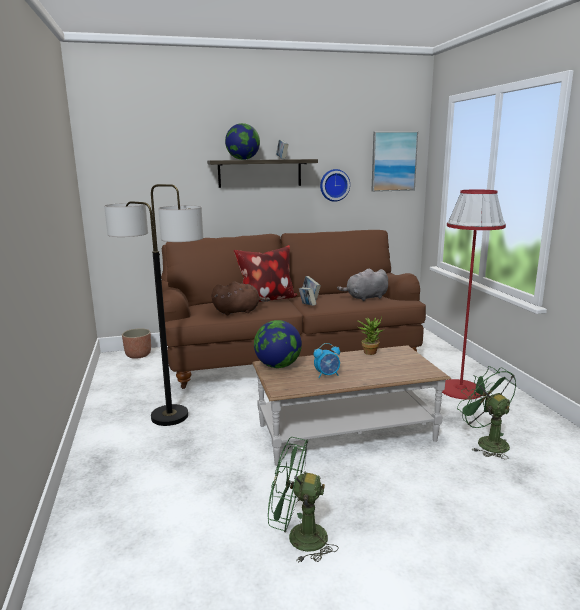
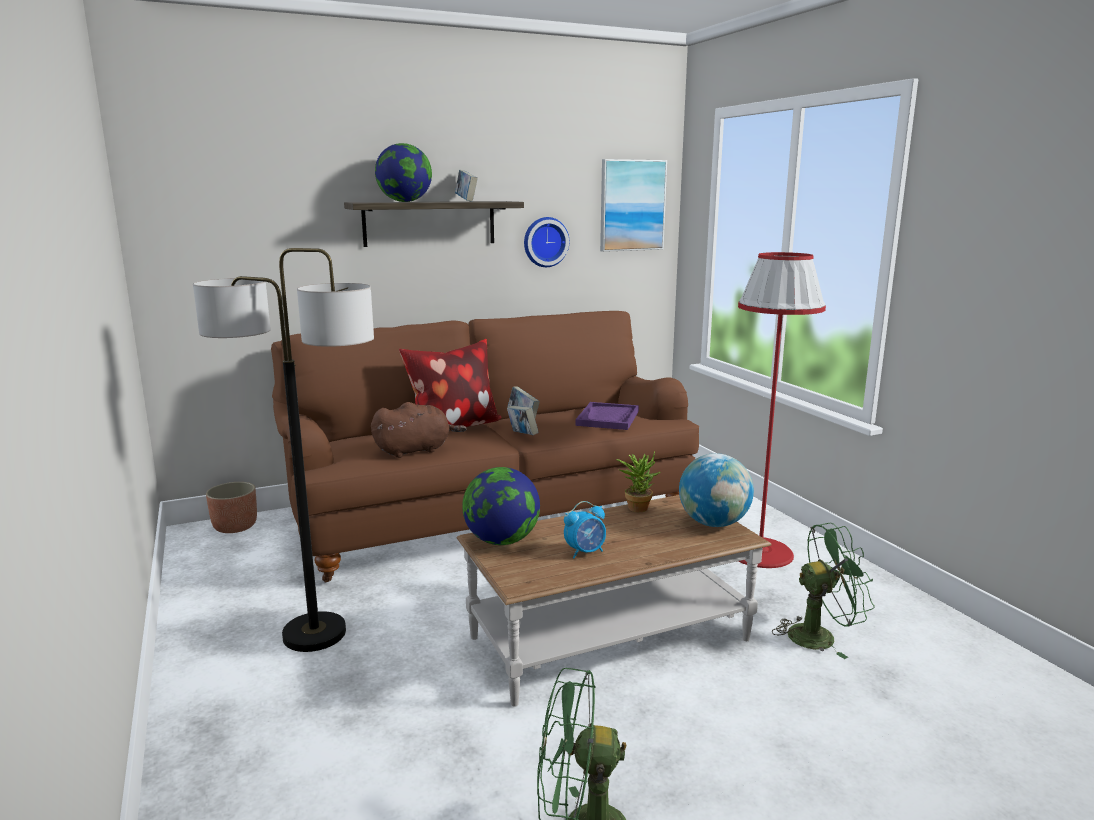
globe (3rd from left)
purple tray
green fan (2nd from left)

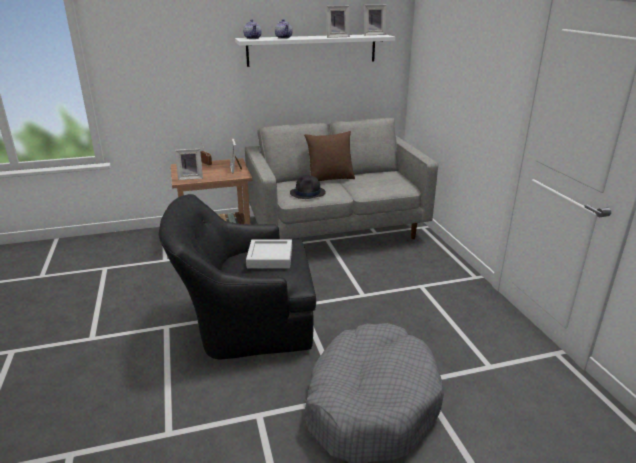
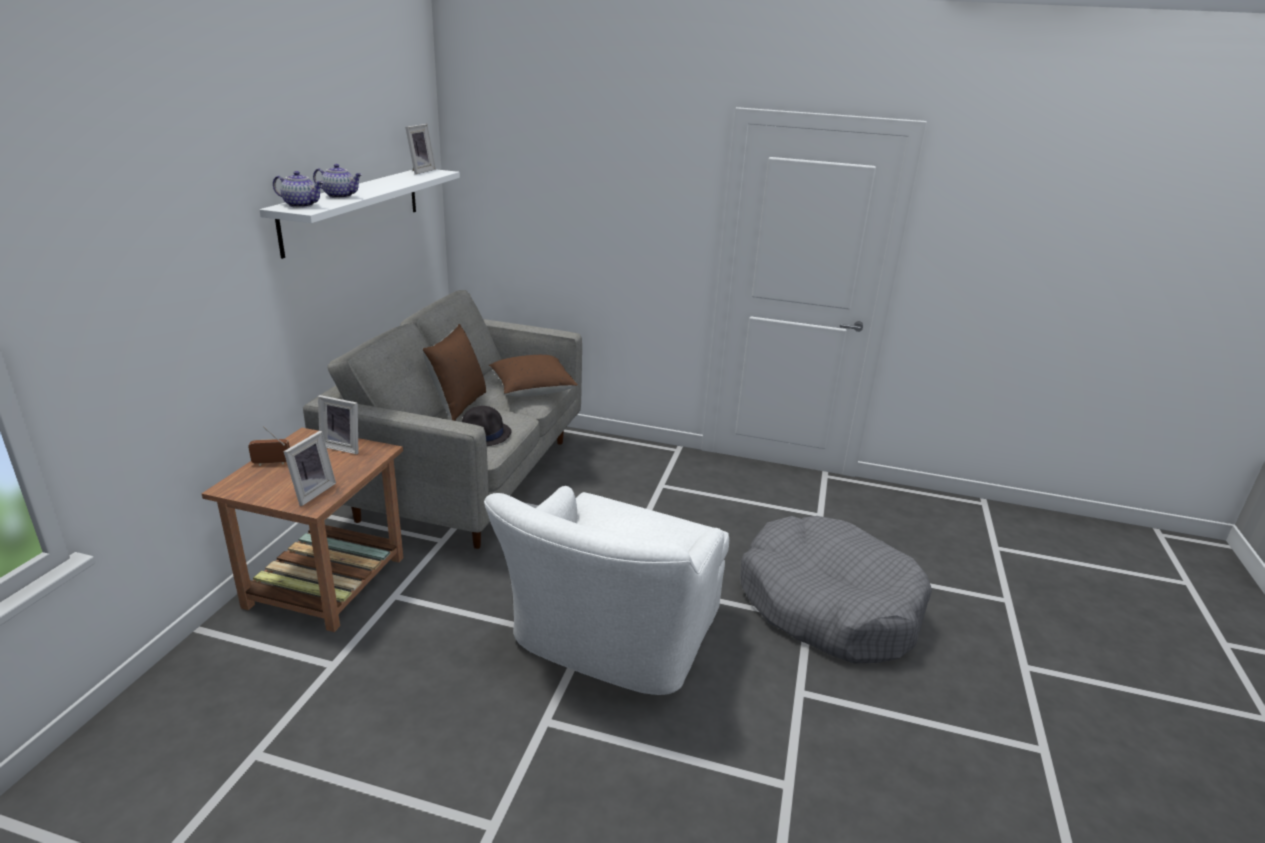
grey tray
picture frame (3rd from left in the first image)
brown pillow (2nd from left)
white armchair

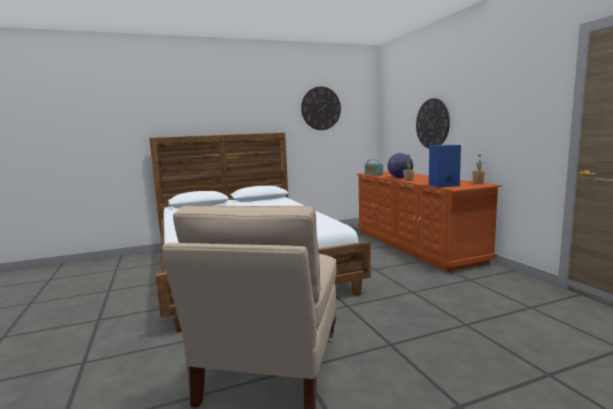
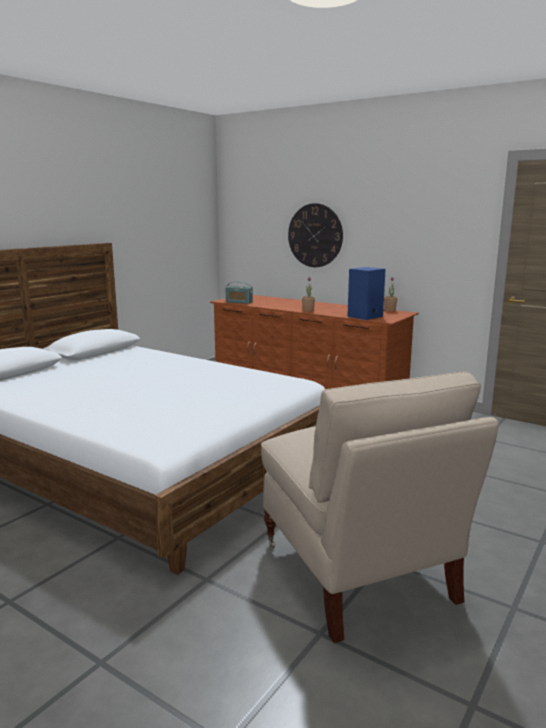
wall clock (1st from left in the first image)
globe

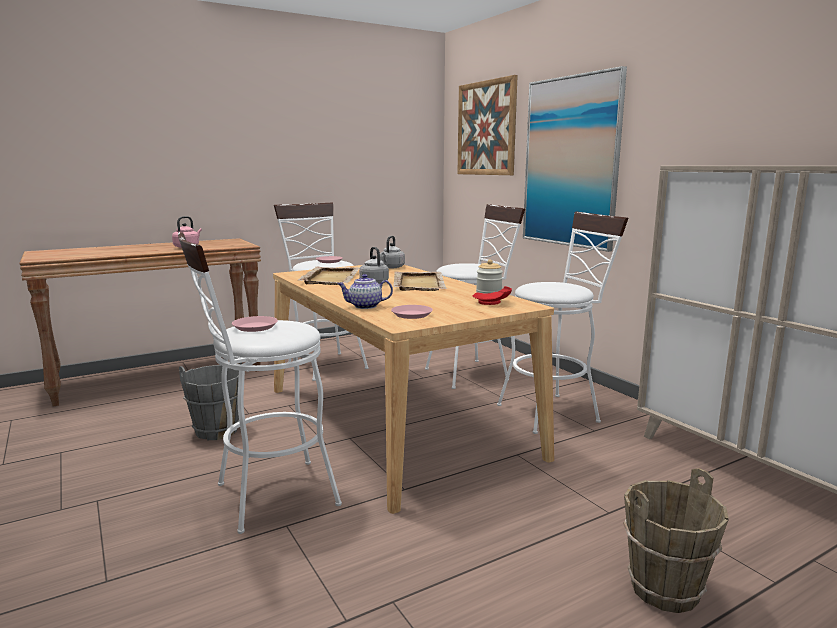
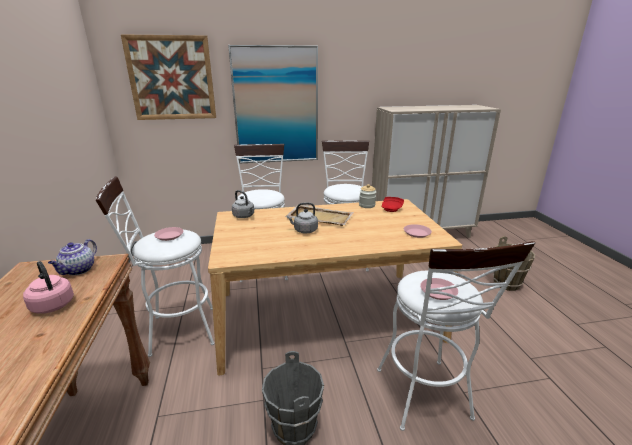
beige tray (1st from left in the first image)
teapot

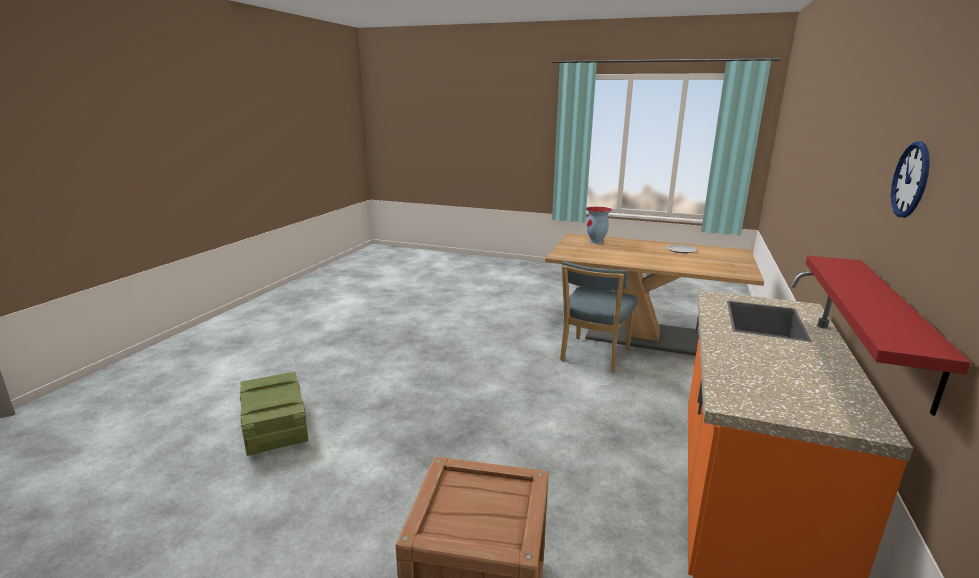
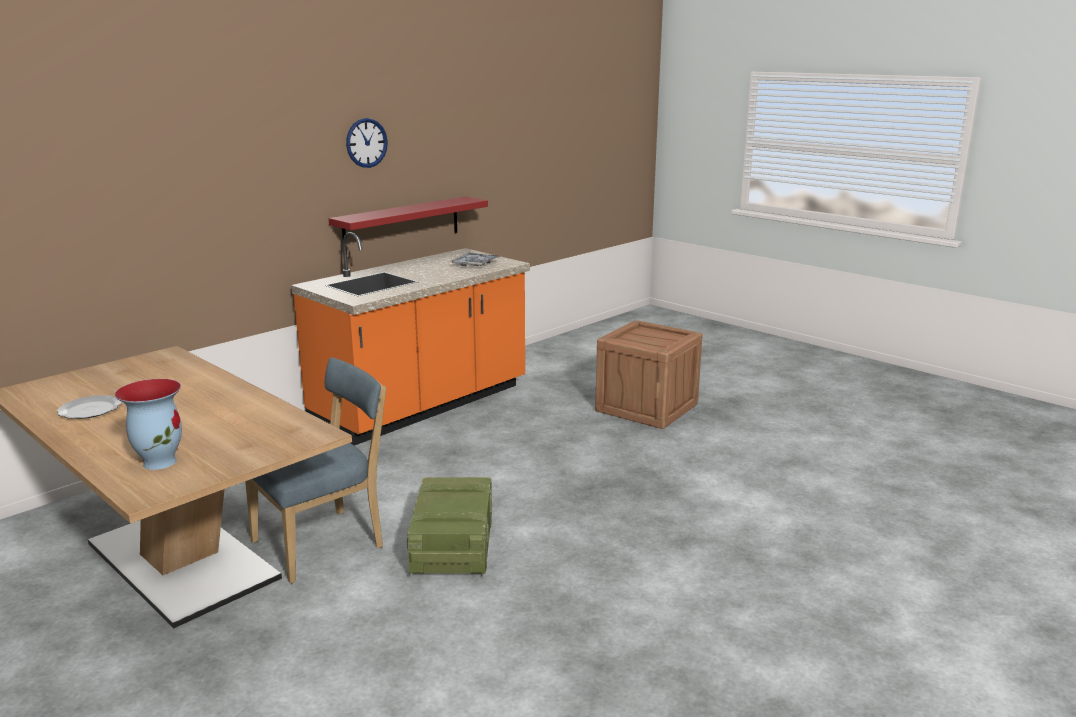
tray
crate (1st from left)

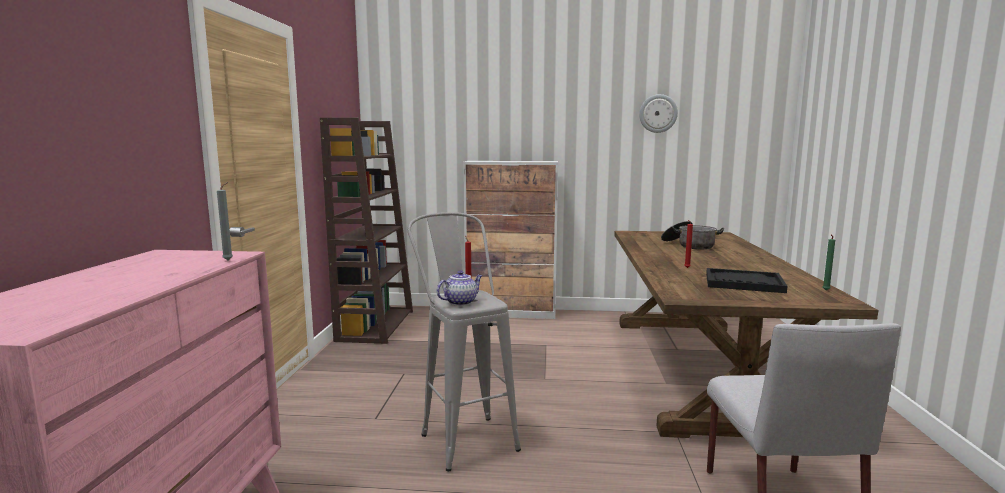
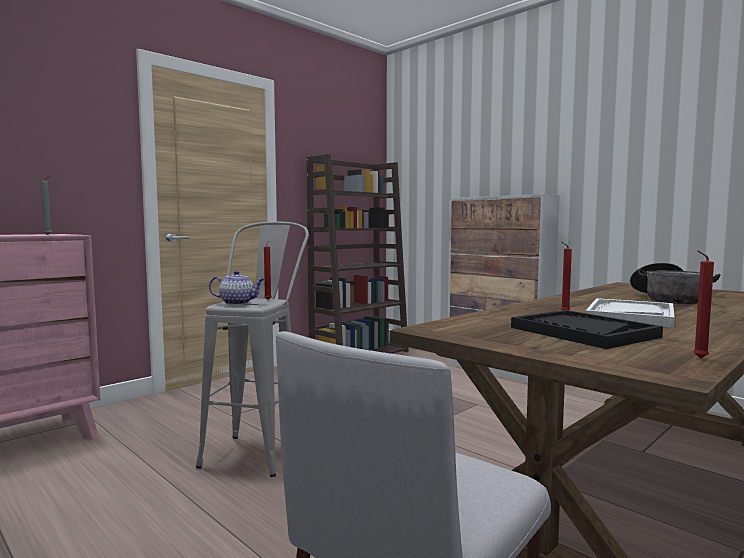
wall clock
white tray
red candle (3rd from left)

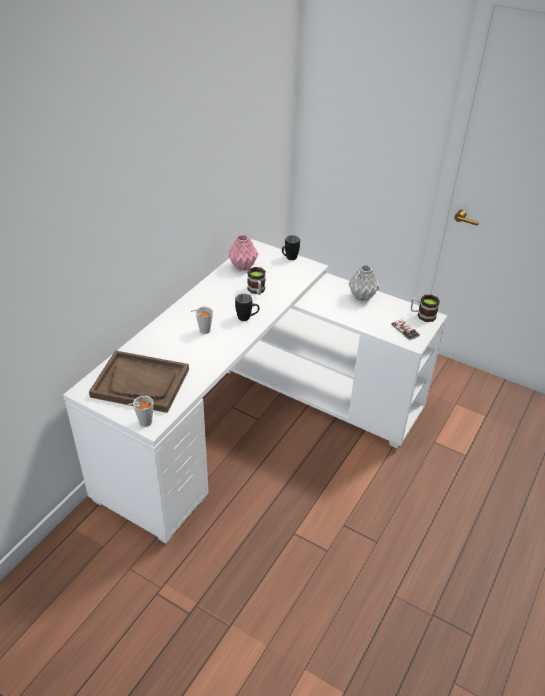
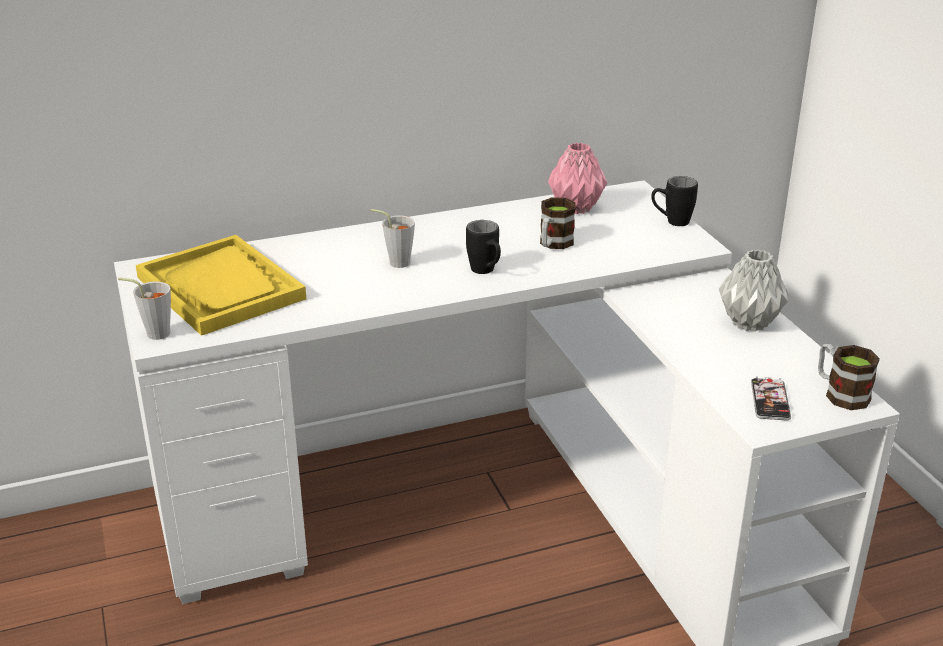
yellow tray

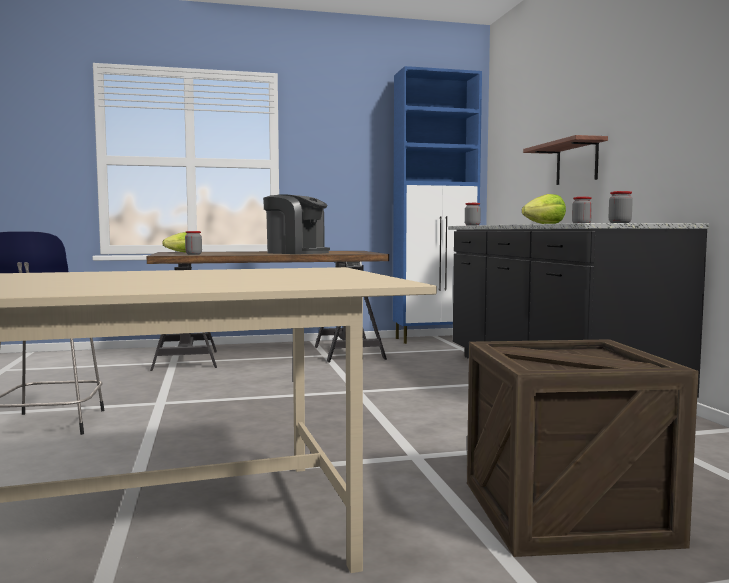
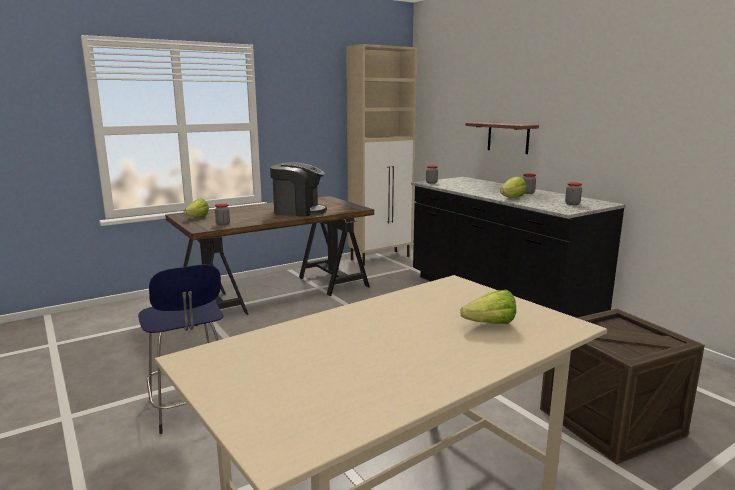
lettuce (2nd from left)
beige cabinet

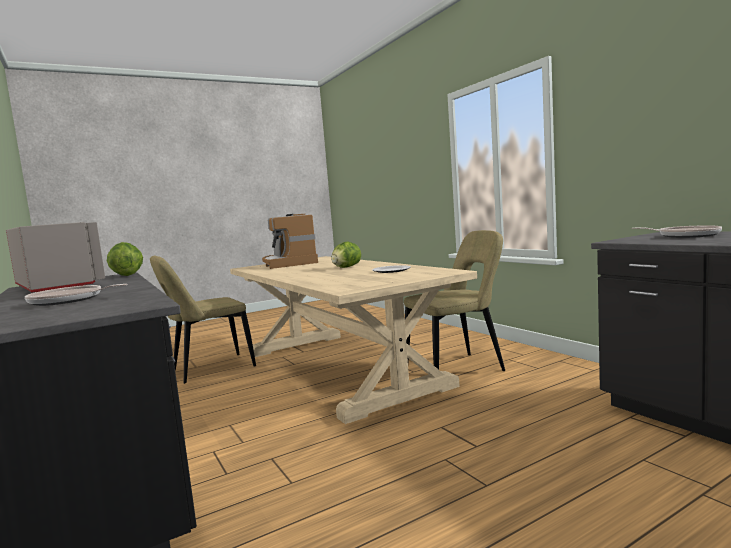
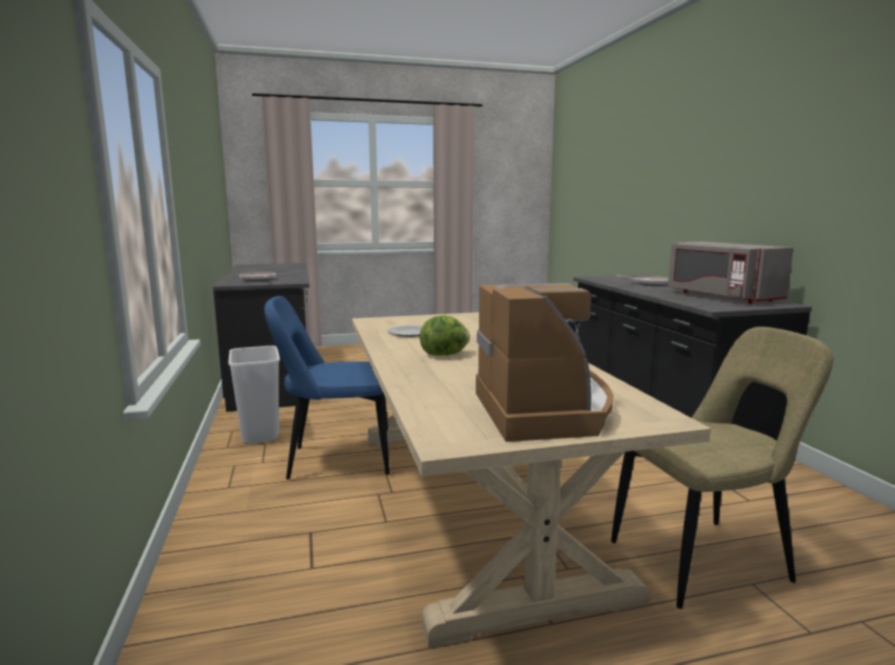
lettuce (1st from left in the first image)
white trash can
blue chair

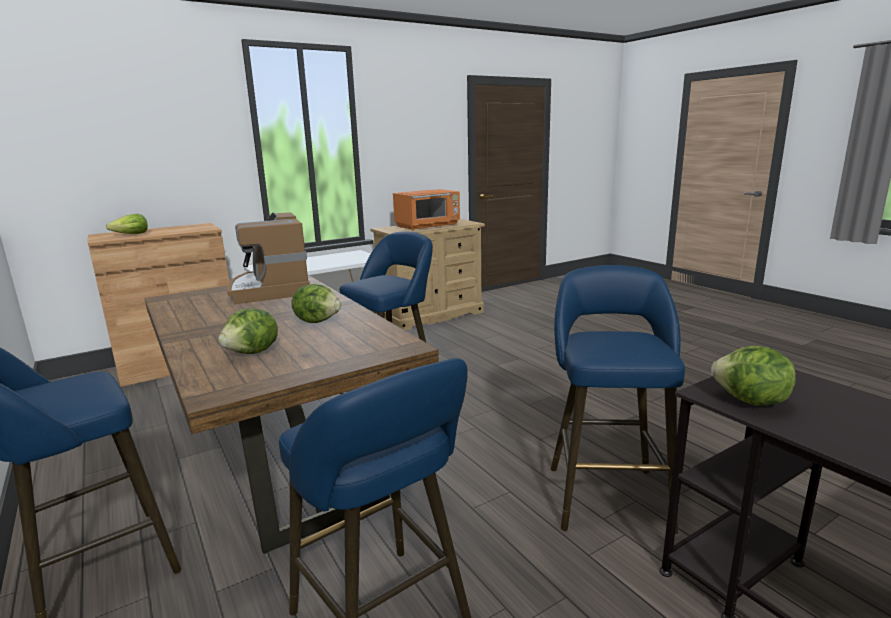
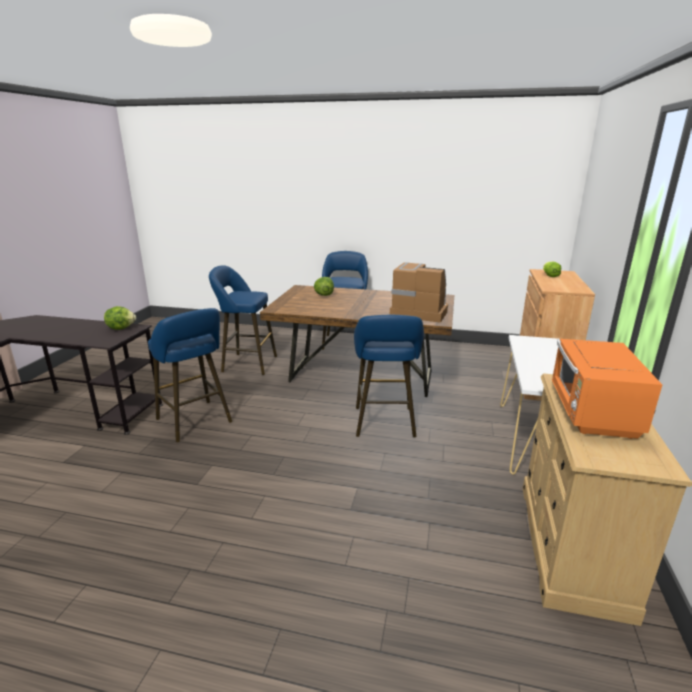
lettuce (3rd from left in the first image)

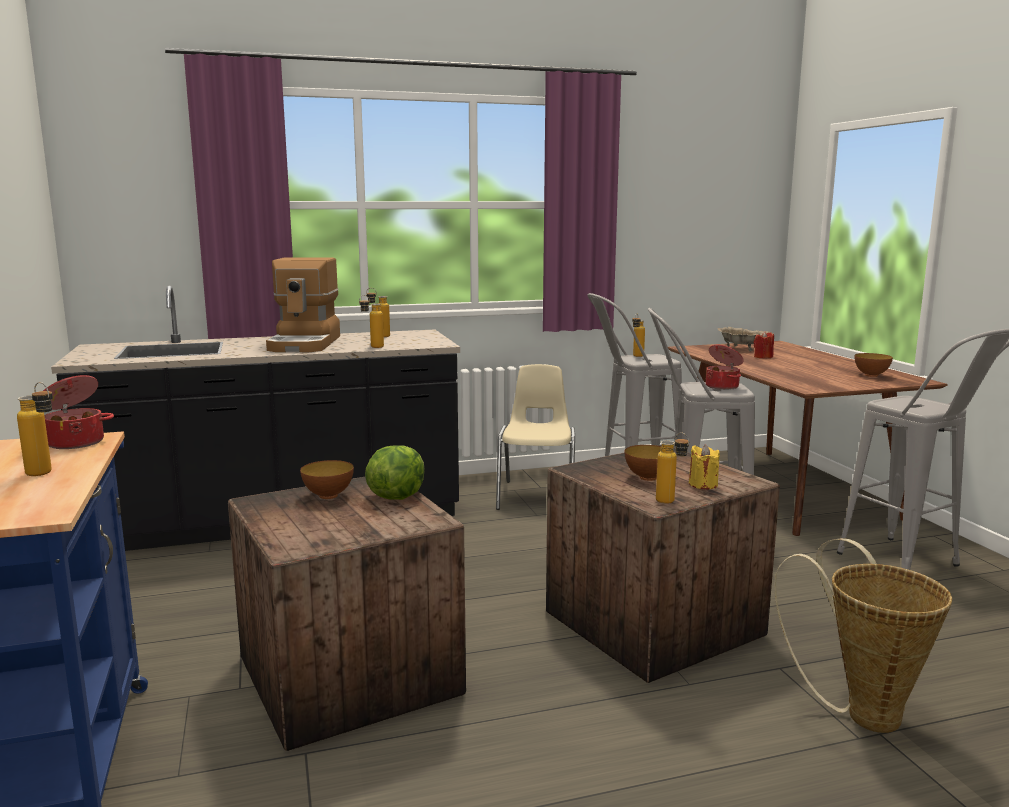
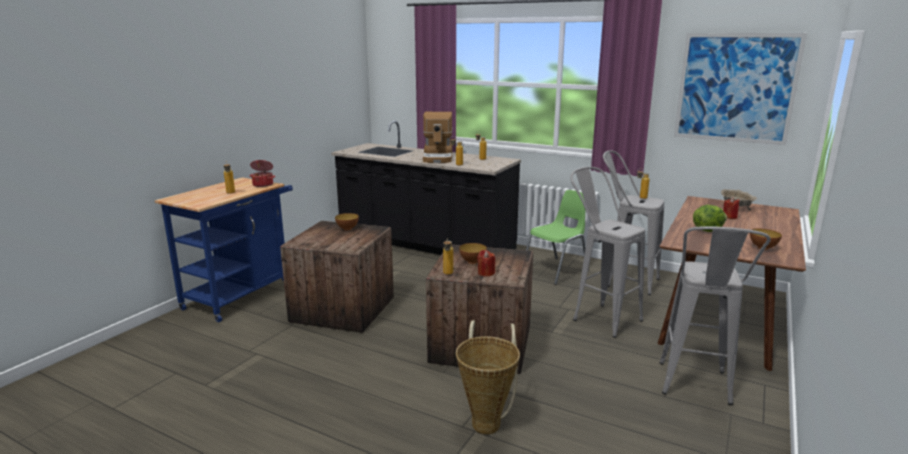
cooking pot (2nd from left in the first image)
picture
lettuce
green chair
red candle (1st from left)
coffee machine

